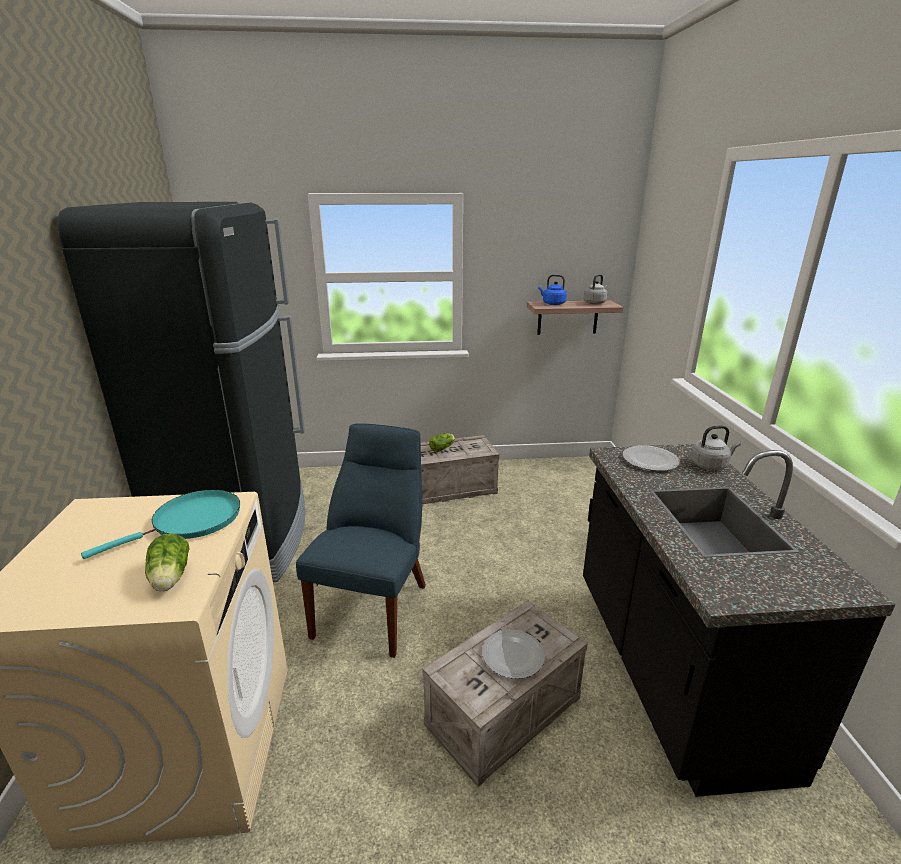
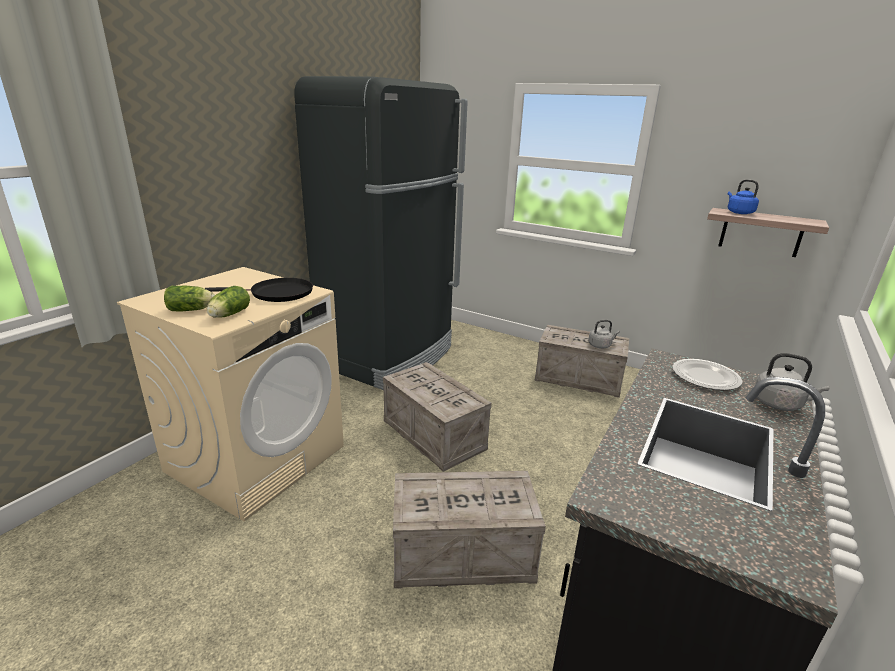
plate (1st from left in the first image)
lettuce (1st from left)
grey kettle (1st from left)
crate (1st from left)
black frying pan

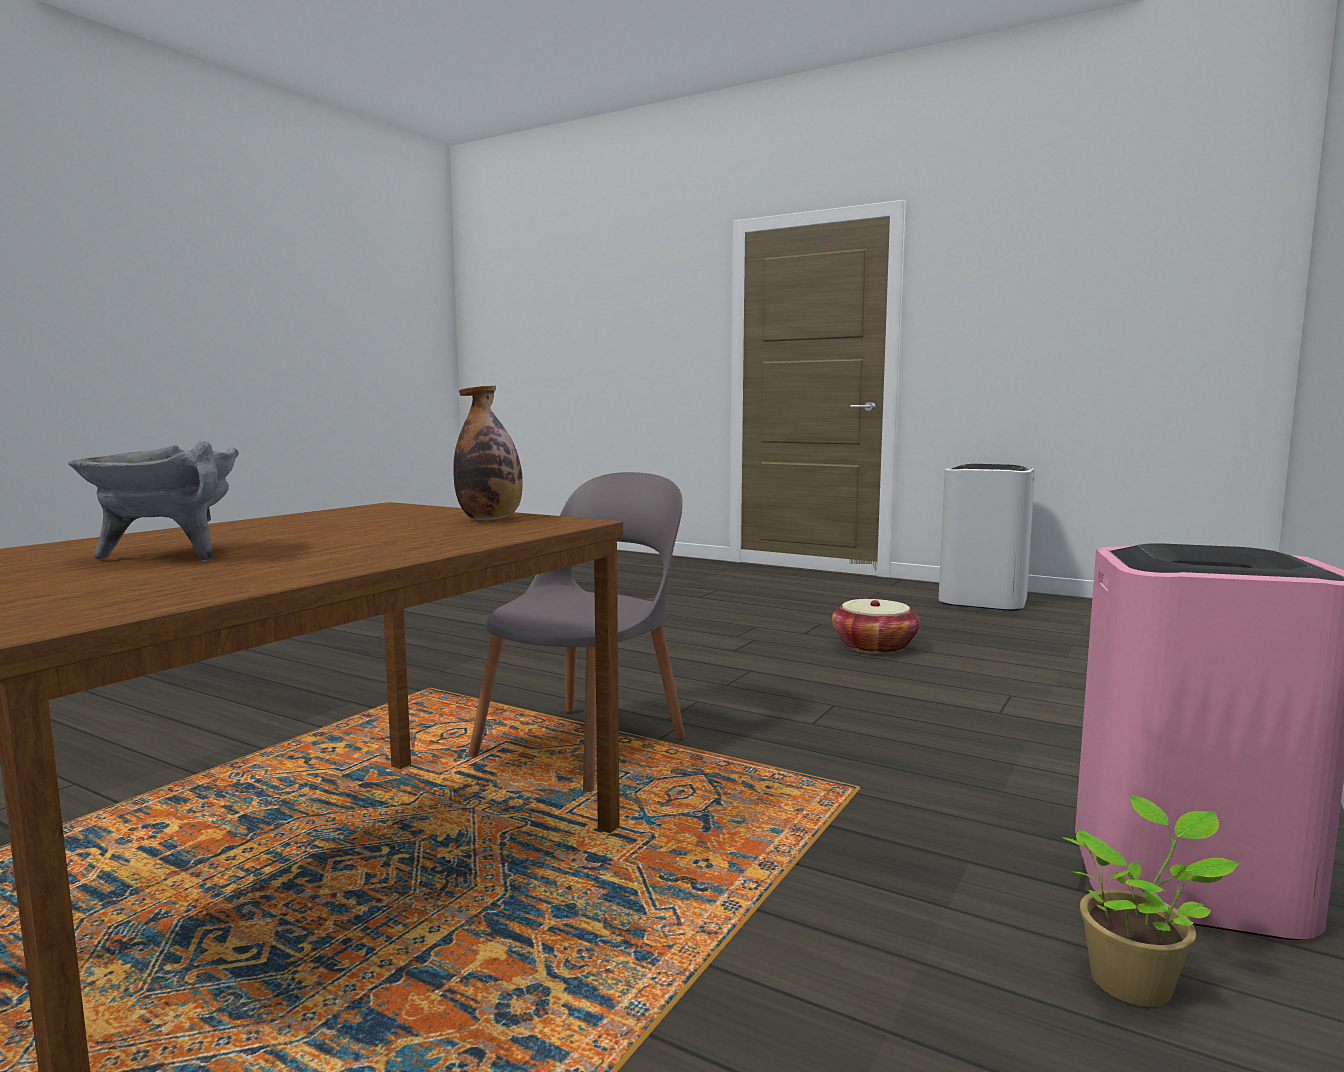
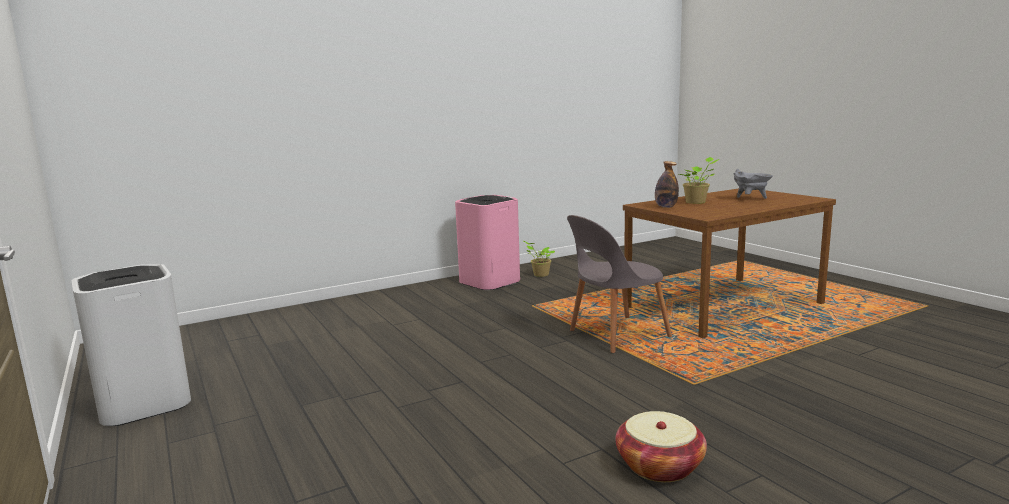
potted plant (2nd from left)
basket

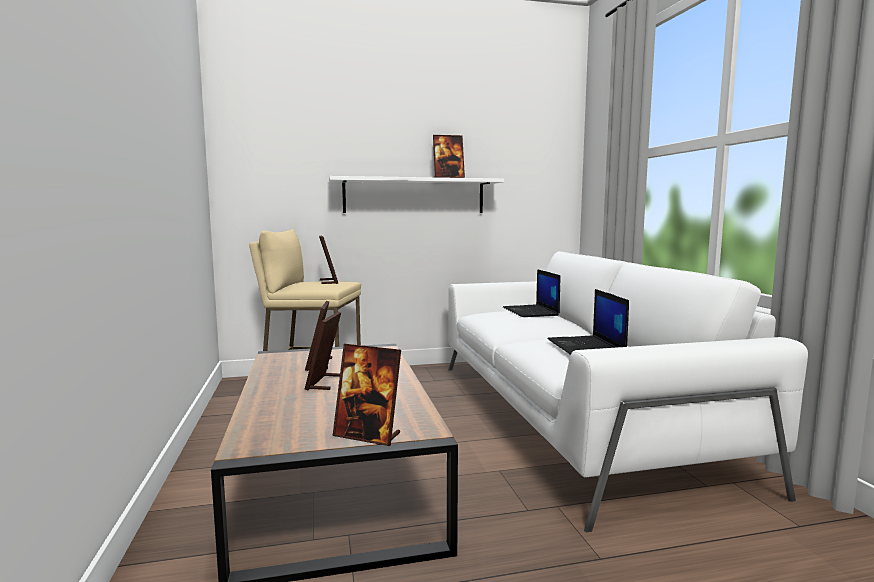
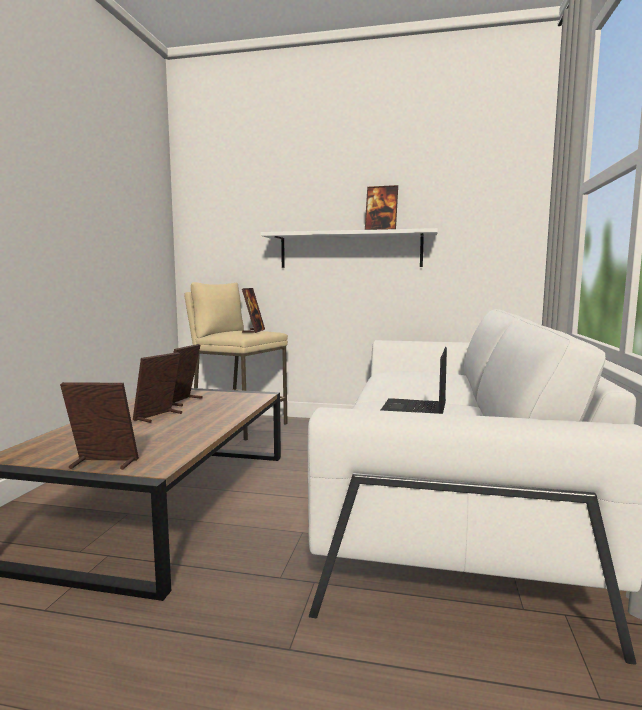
laptop (1st from left in the first image)
picture frame (1st from left)

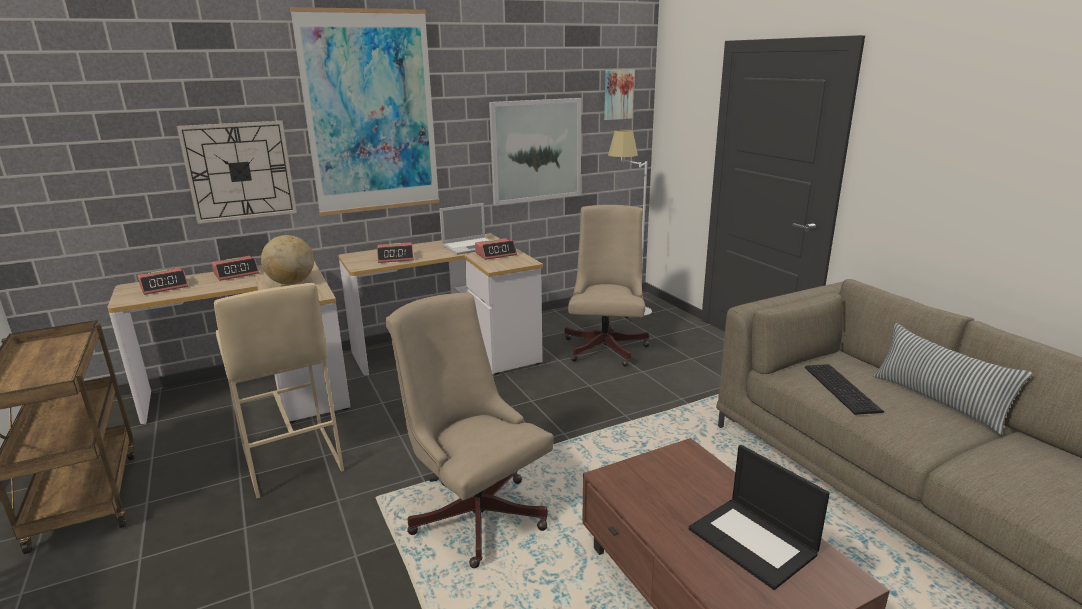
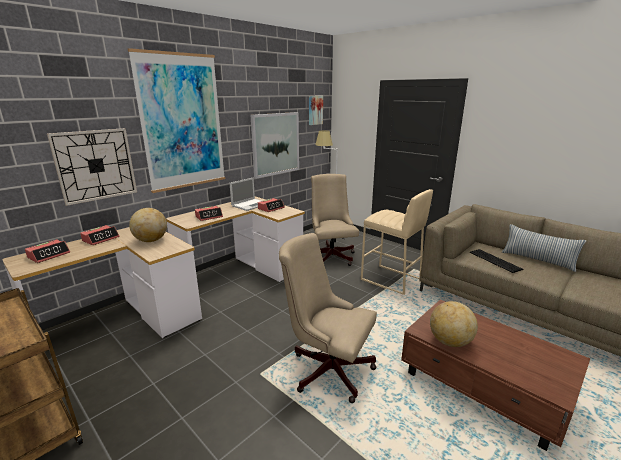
laptop (2nd from left in the first image)
globe (2nd from left)
beige stool

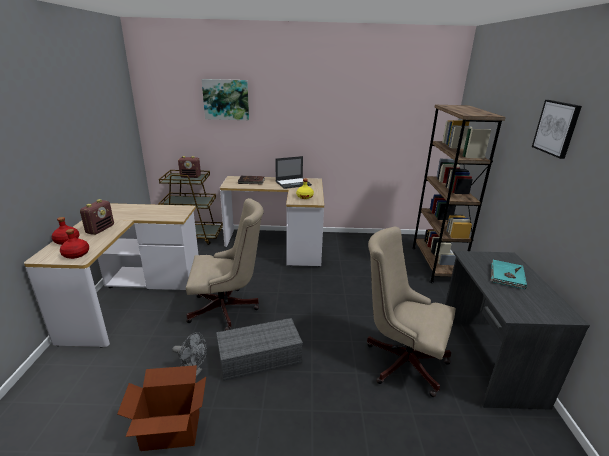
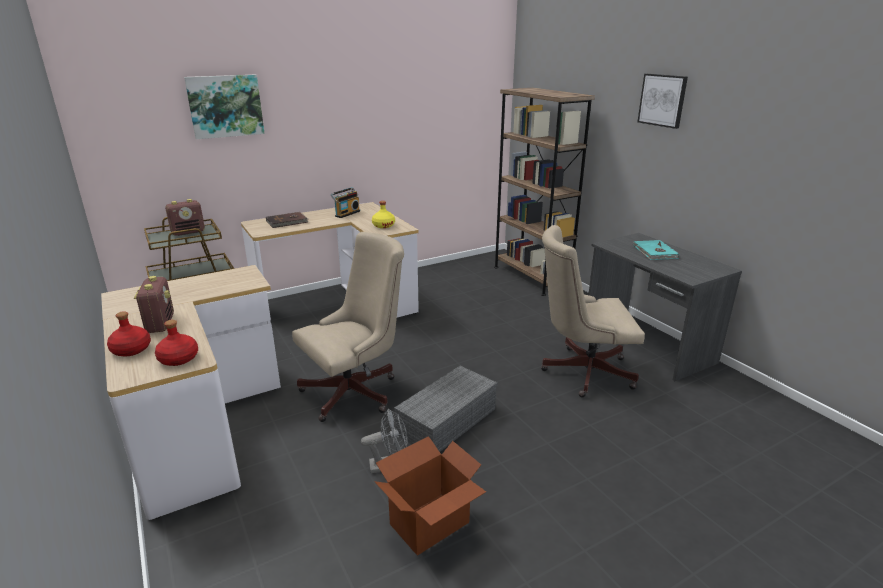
radio (3rd from left)

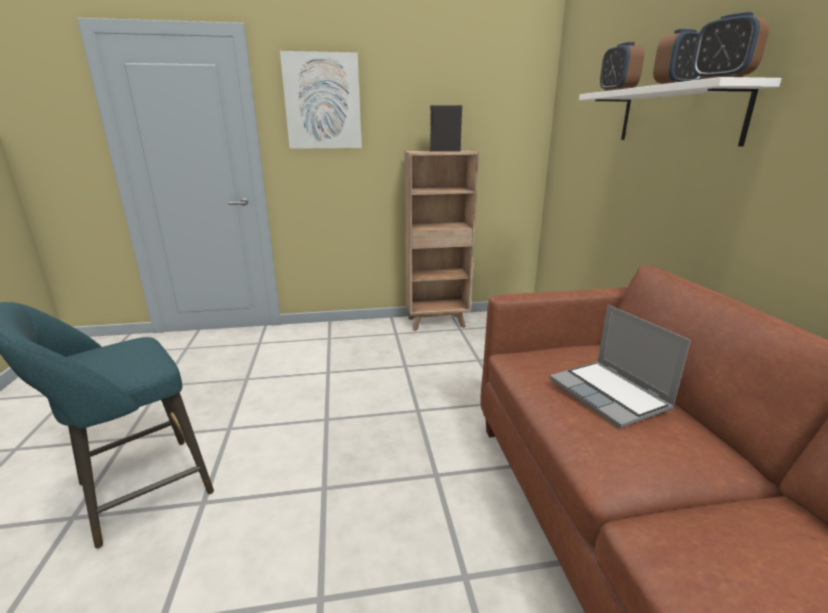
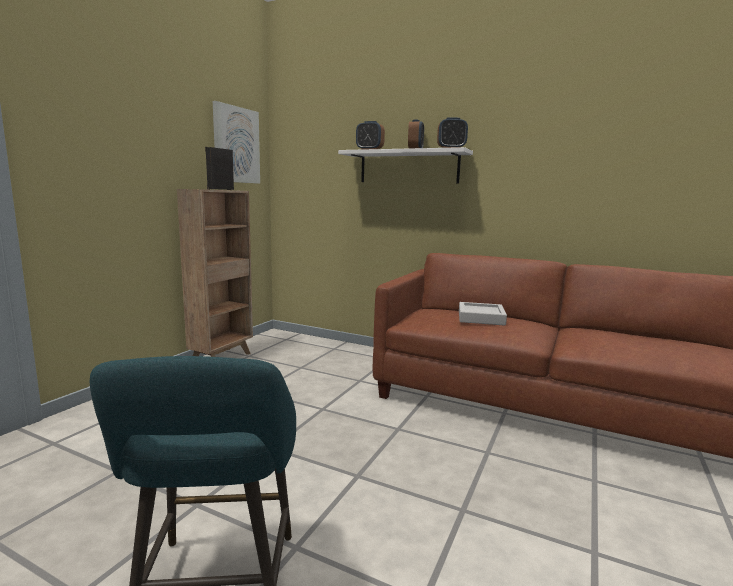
picture
grey tray

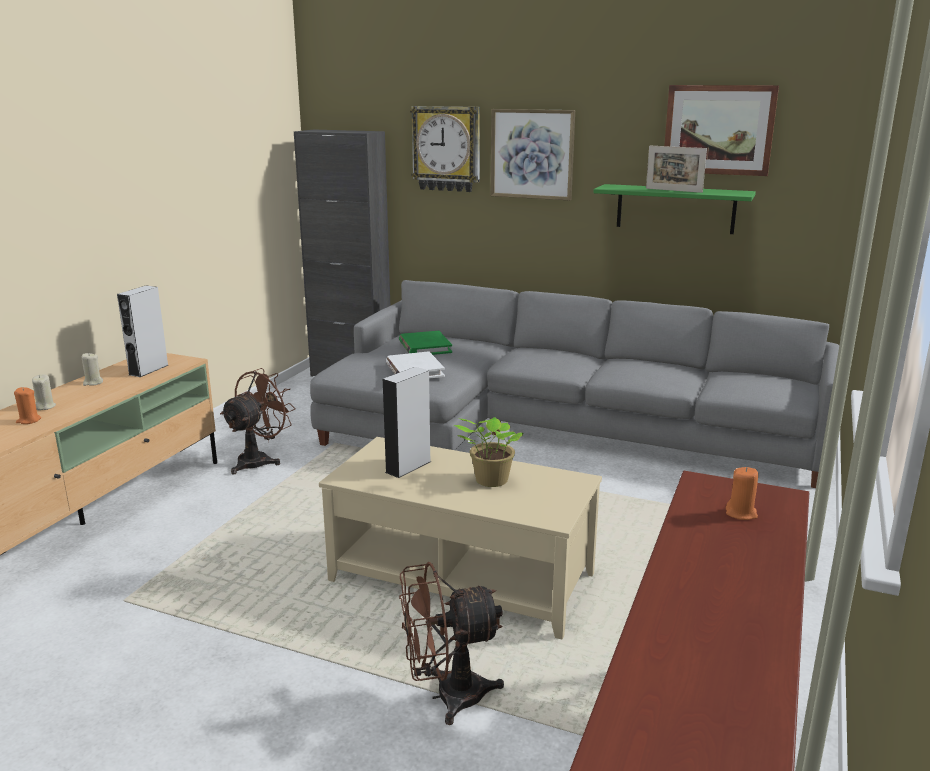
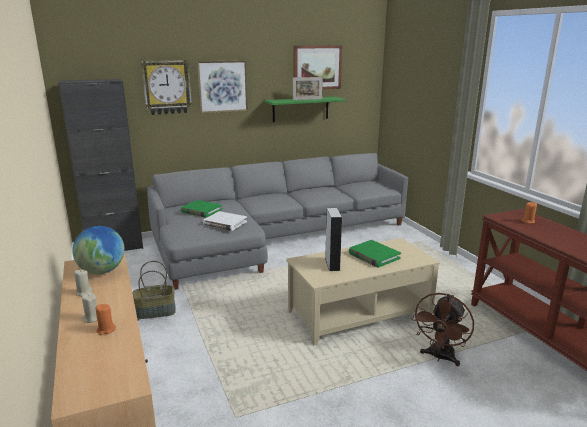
globe
basket
green book (2nd from left)

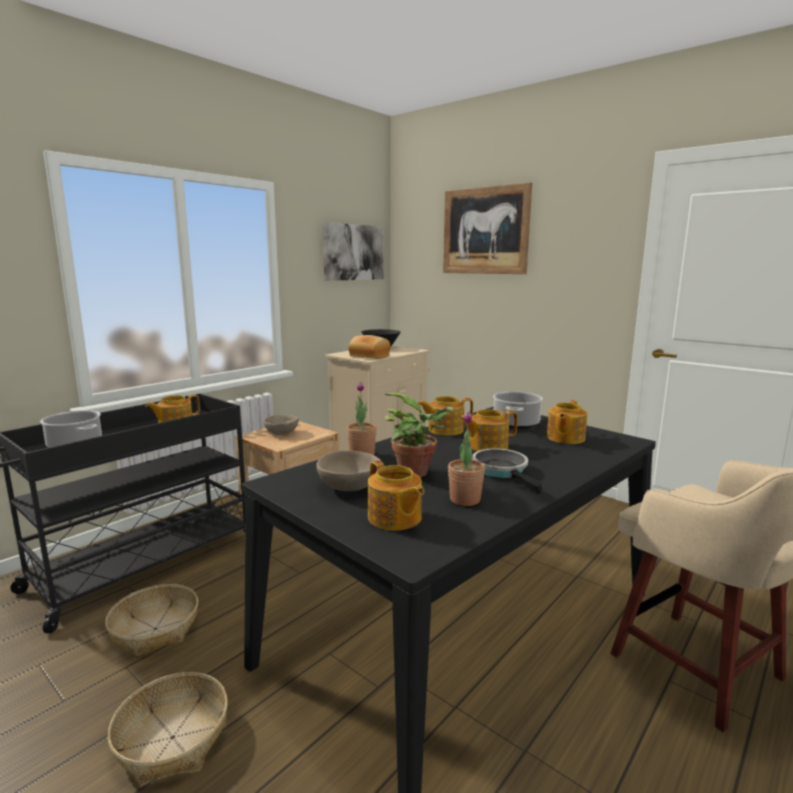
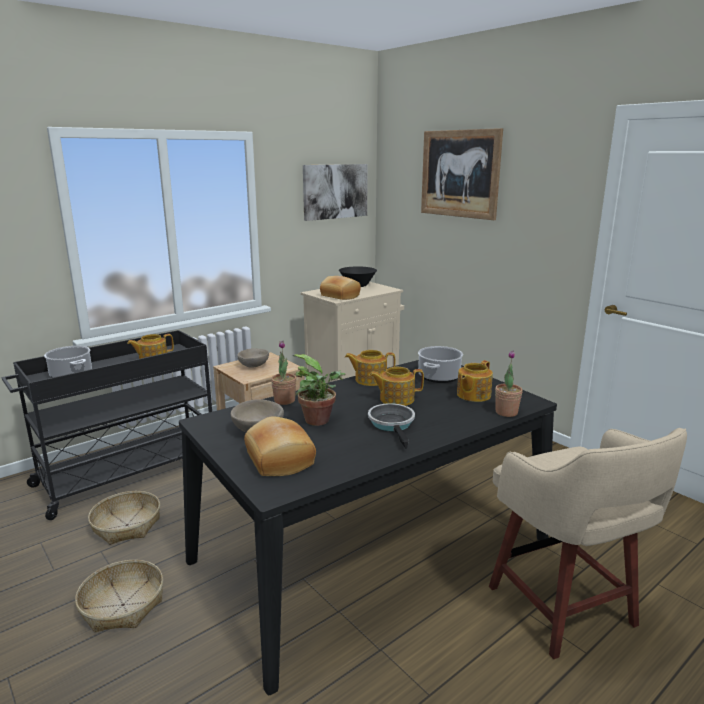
potted plant (3rd from left)
bread (1st from left)

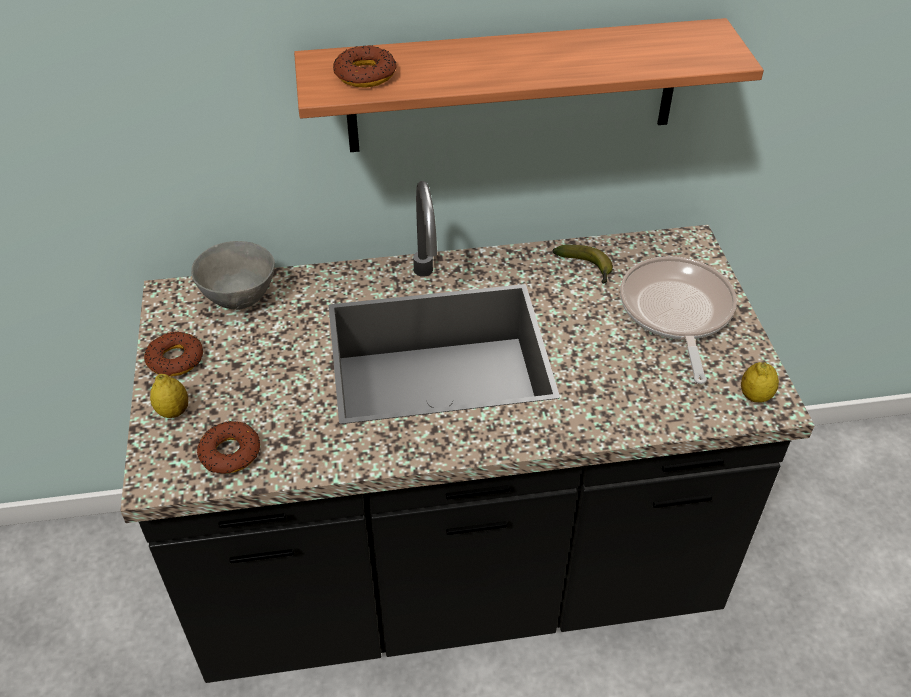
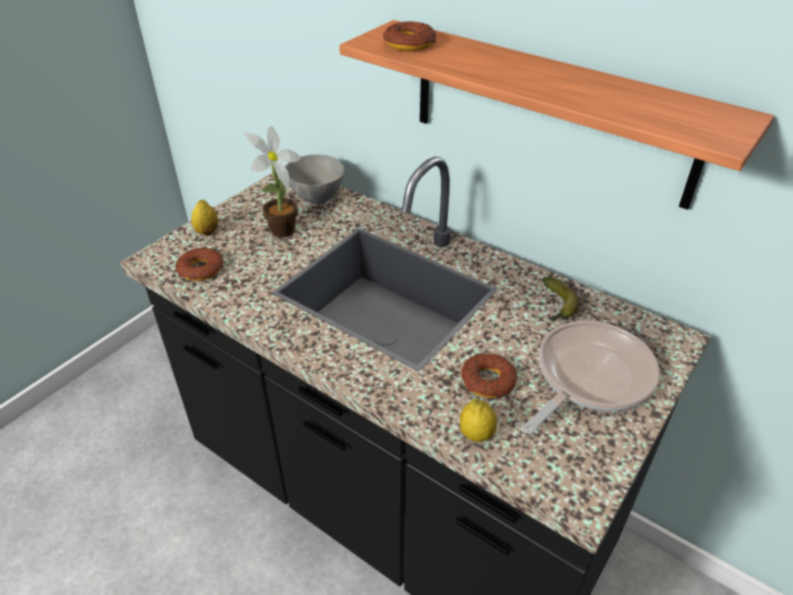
potted plant
donut (3rd from left)
lemon (2nd from left)

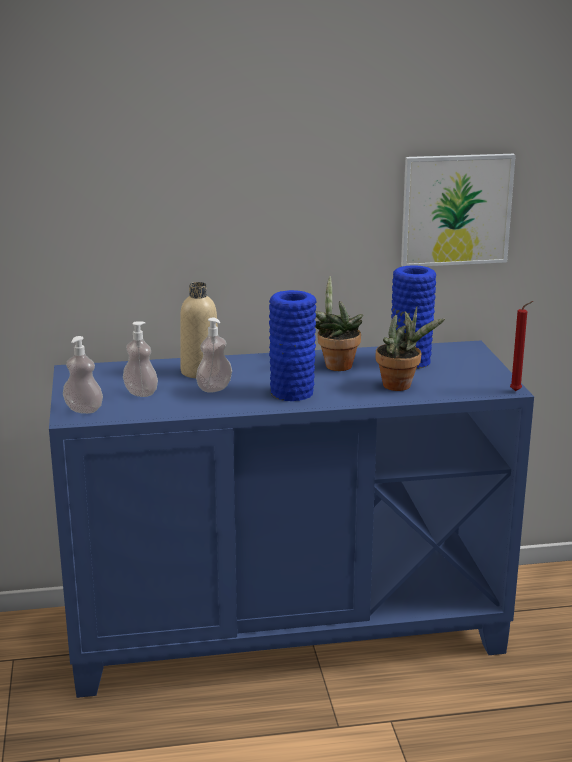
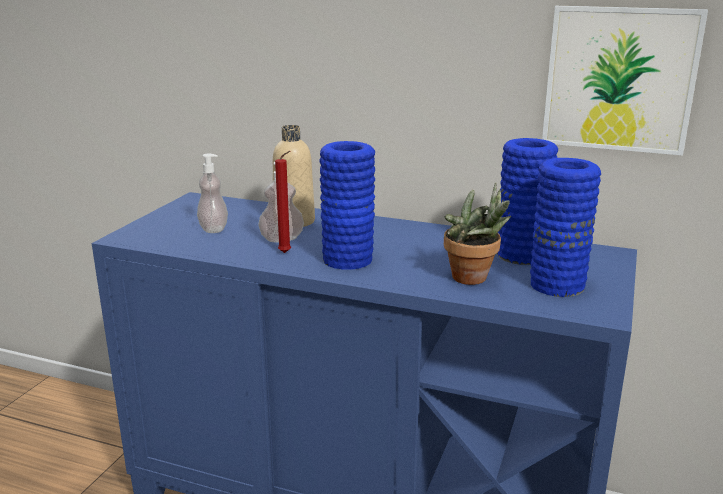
soap dispenser (1st from left in the first image)
potted plant (1st from left in the first image)
blue vase (3rd from left)
red candle

